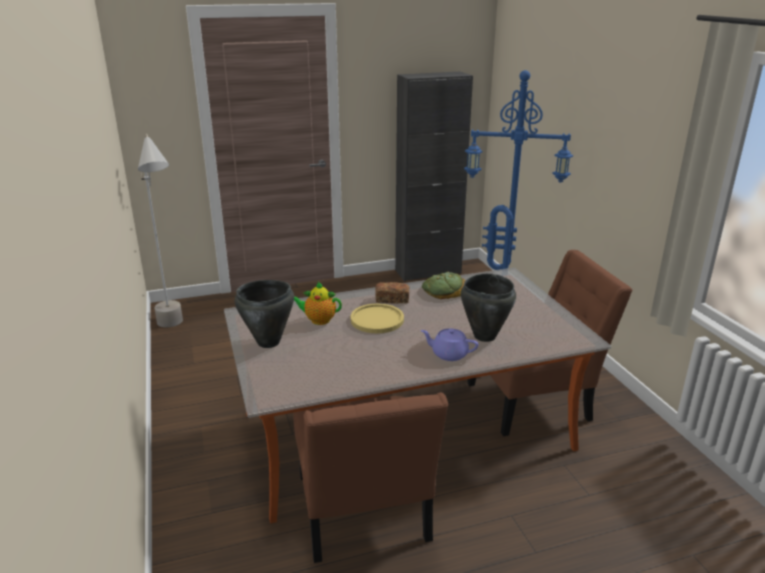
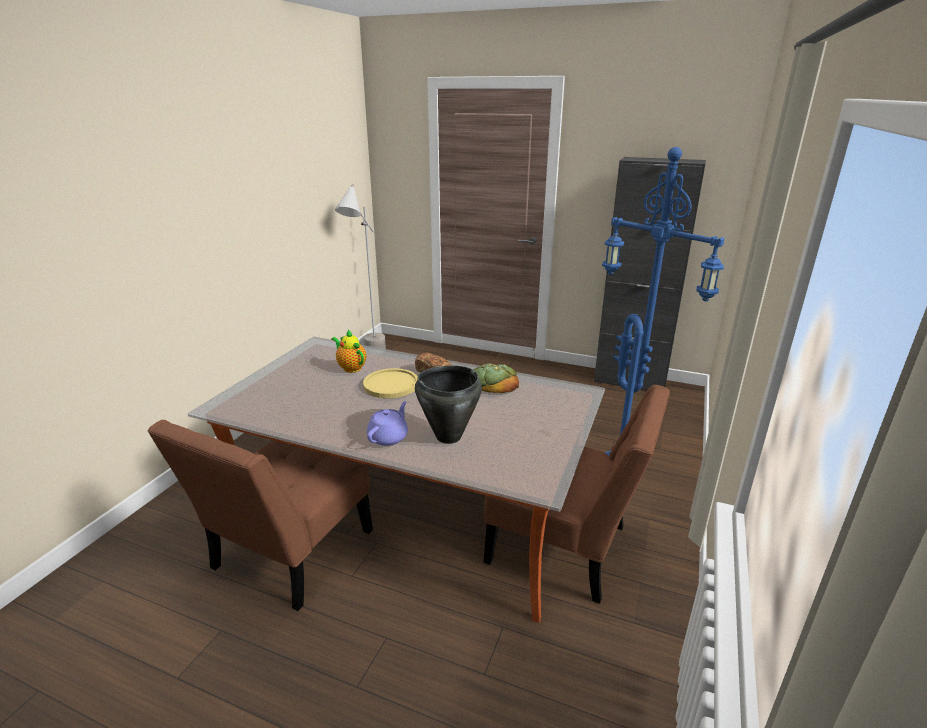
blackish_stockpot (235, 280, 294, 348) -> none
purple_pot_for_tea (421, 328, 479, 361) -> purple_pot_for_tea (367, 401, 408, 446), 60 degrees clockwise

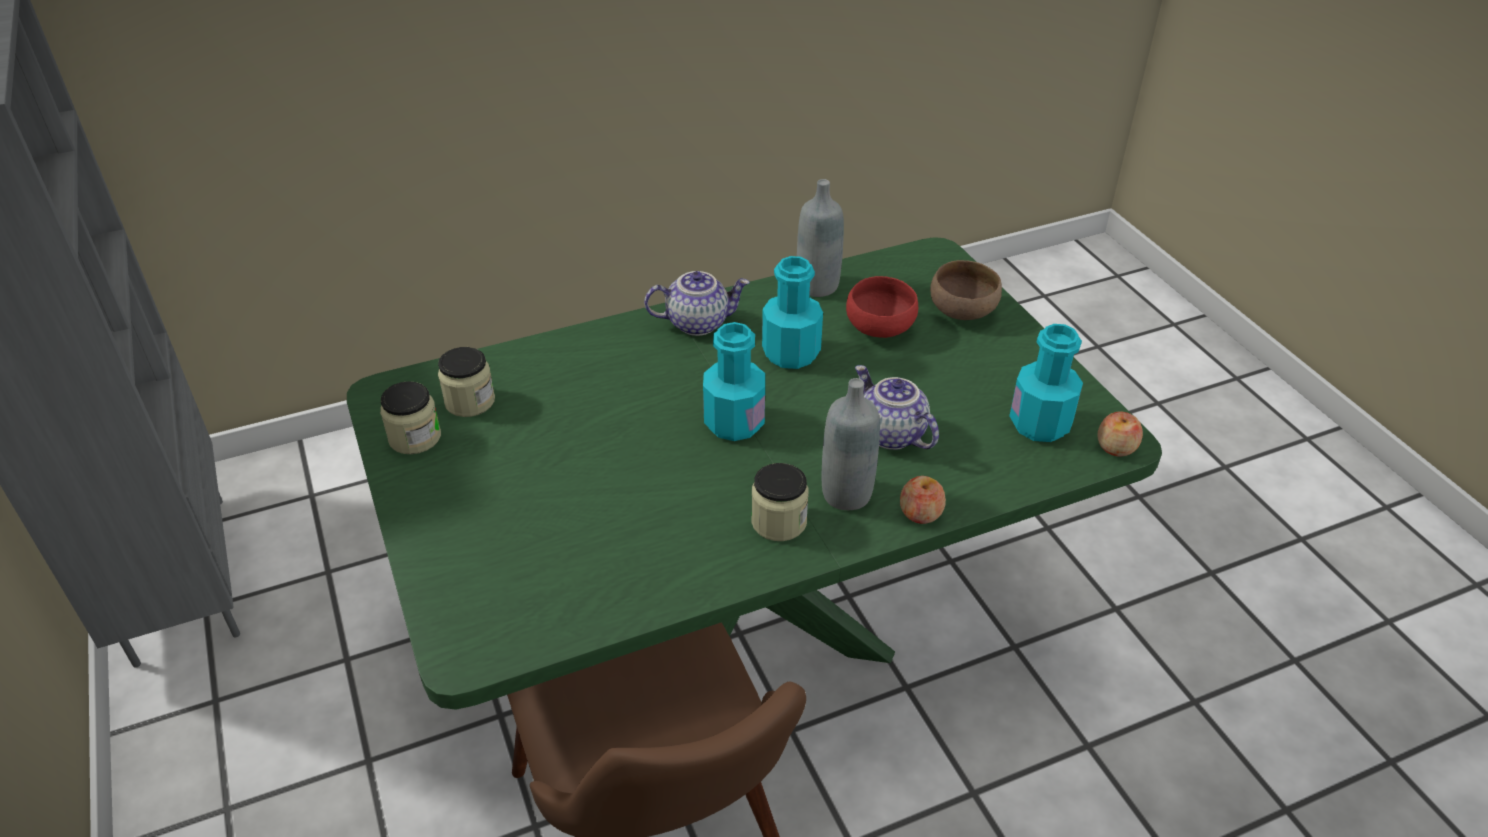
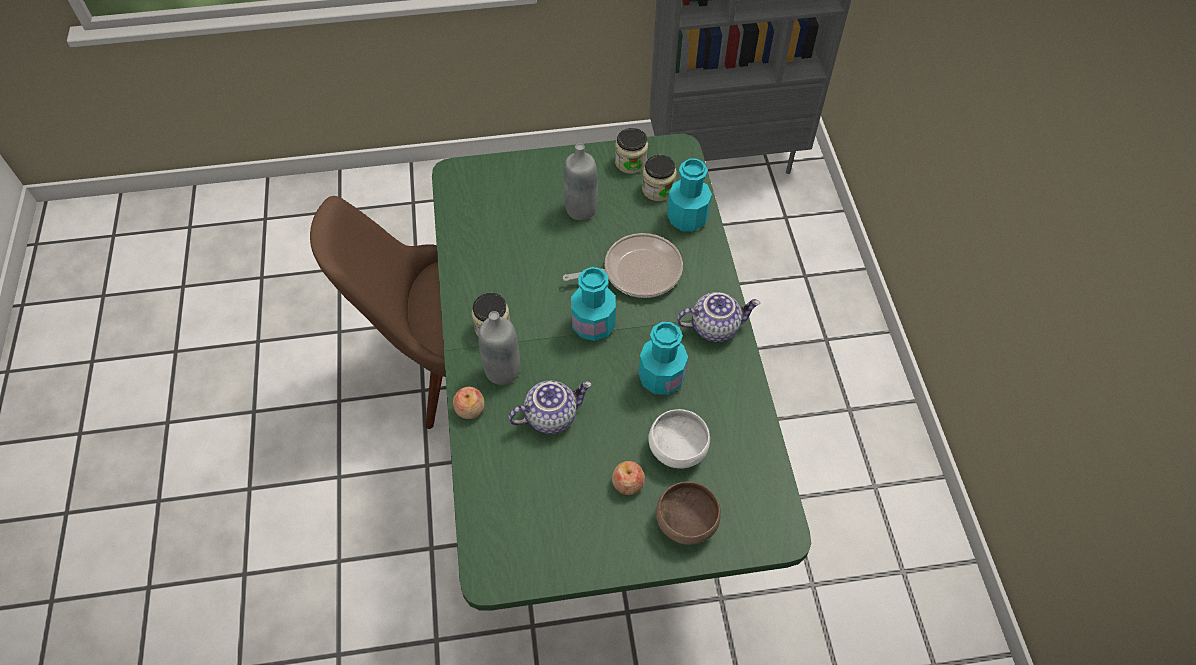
pot_for_tea (644, 271, 750, 336) -> pot_for_tea (677, 292, 760, 342), 105 degrees counterclockwise
greyish_bottle (797, 179, 844, 297) -> greyish_bottle (564, 143, 598, 220), moved
red-coloured_serving_bowl (846, 276, 918, 338) -> white-coloured_serving_bowl (648, 409, 710, 469)
blue-green_bottle (1009, 324, 1083, 442) -> blue-green_bottle (667, 158, 712, 232), moved
apple_fruit (1097, 412, 1143, 457) -> apple_fruit (612, 461, 645, 495), moved
none -> pan (563, 233, 683, 298)

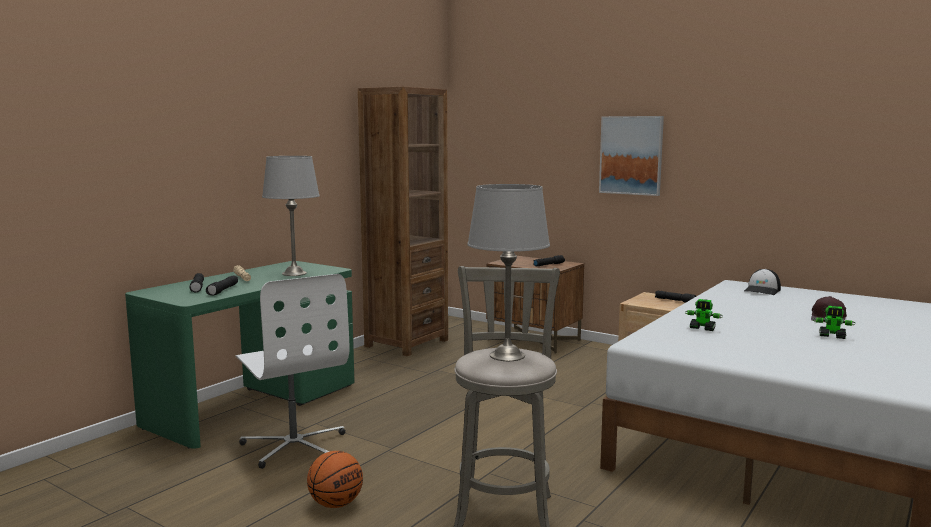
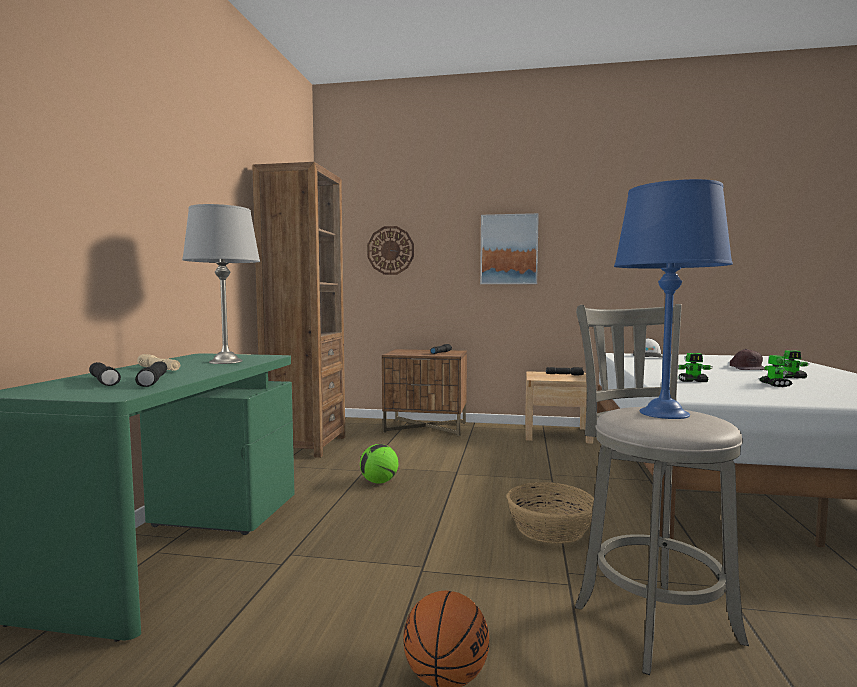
white-coloured_computer_chair (236, 274, 349, 469) -> none
greyish_table_lamp (467, 184, 550, 361) -> bluish_table_lamp (614, 179, 733, 419)
none -> football_ball (360, 444, 398, 484)
none -> clock_on_the_wall (367, 226, 414, 275)
none -> basket (507, 482, 594, 544)
none -> model_robot (759, 355, 792, 387)

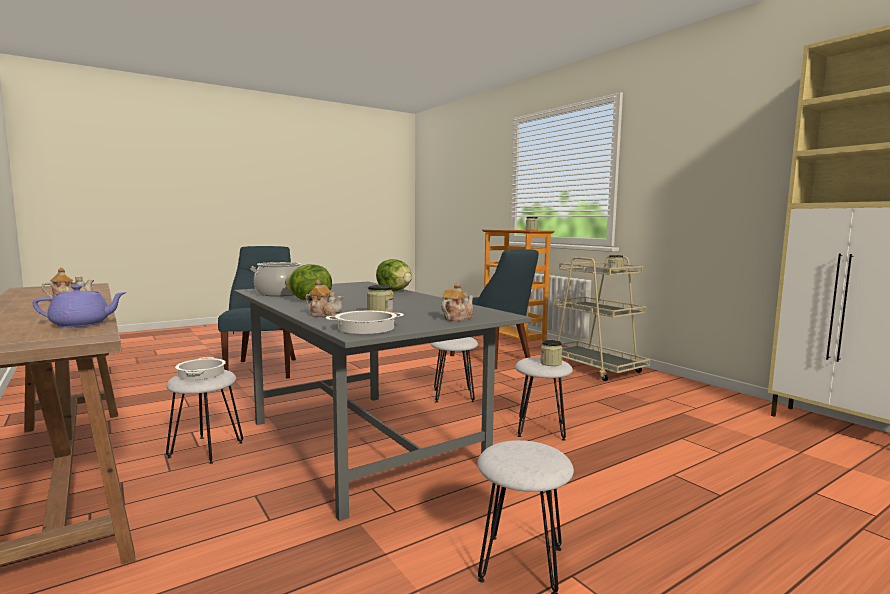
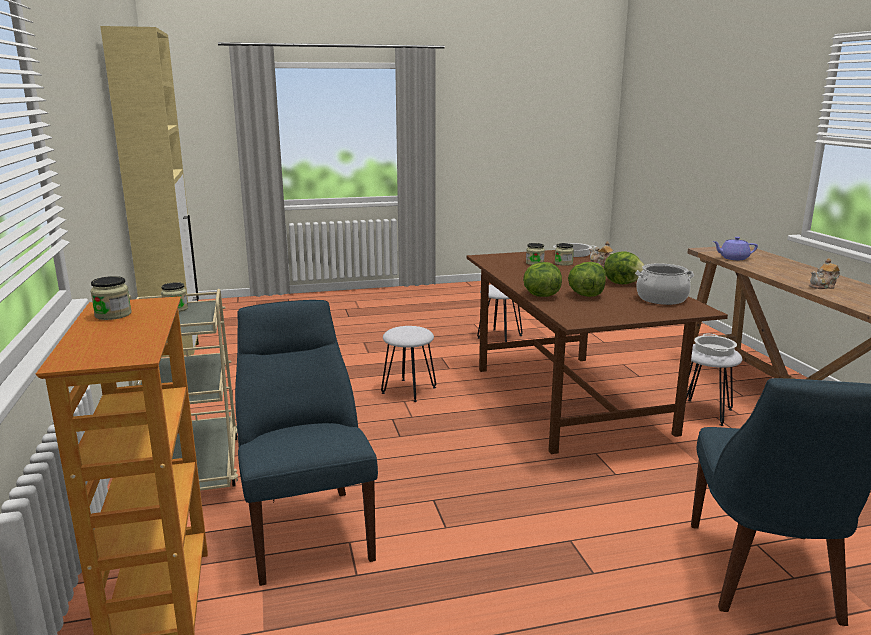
greyish_dinner_table (234, 282, 531, 521) -> brownish_dinner_table (467, 250, 728, 454)
white-coloured_stool (431, 337, 478, 403) -> none
pot_for_tea (441, 283, 474, 321) -> none
jar (540, 340, 562, 366) -> jar (526, 243, 545, 265), moved
none -> lettuce (568, 262, 606, 297)

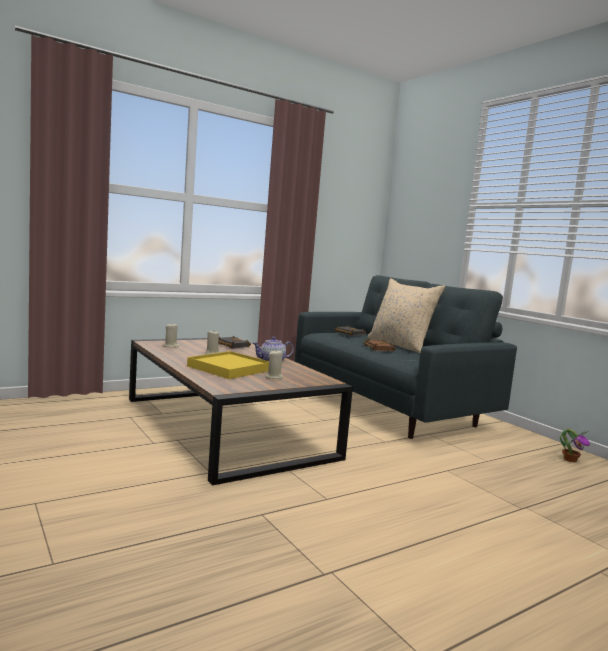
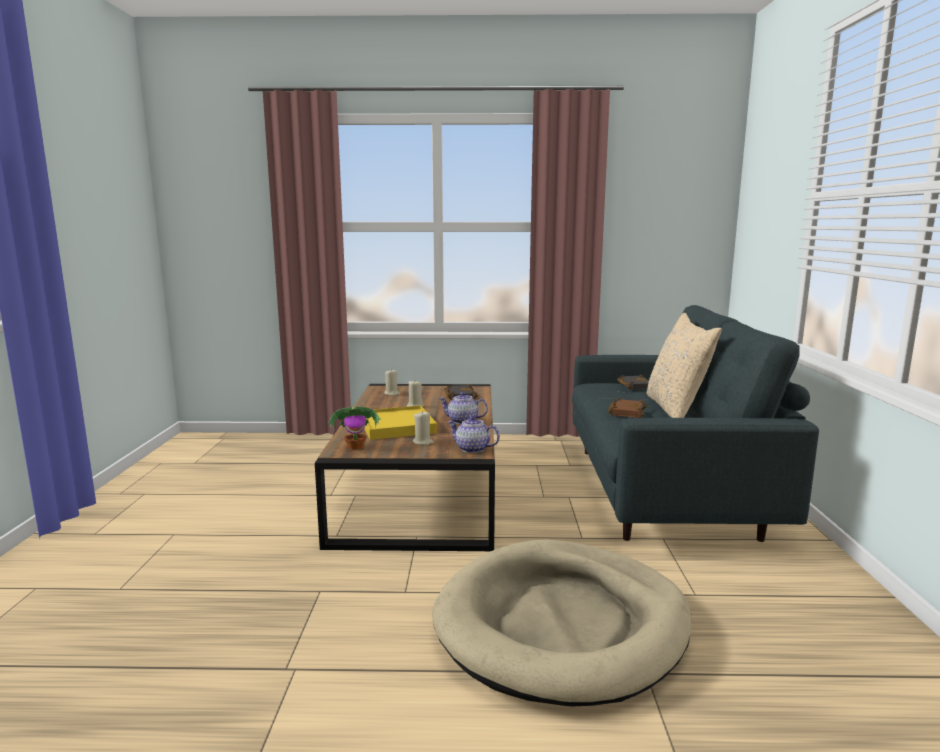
houseplant (560, 428, 590, 462) -> houseplant (328, 406, 381, 450), moved
none -> sand-coloured_dog_bed (432, 540, 691, 706)
none -> pot_for_tea (447, 416, 500, 453)

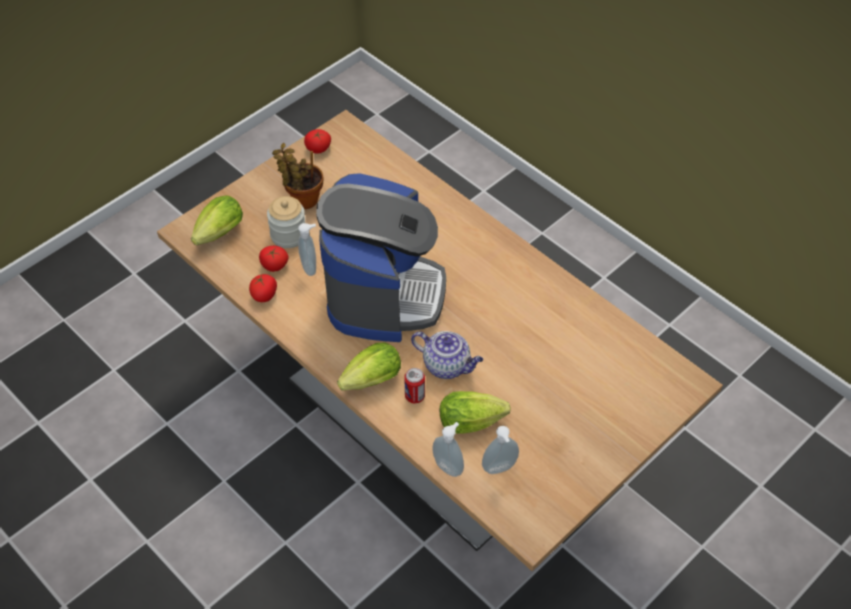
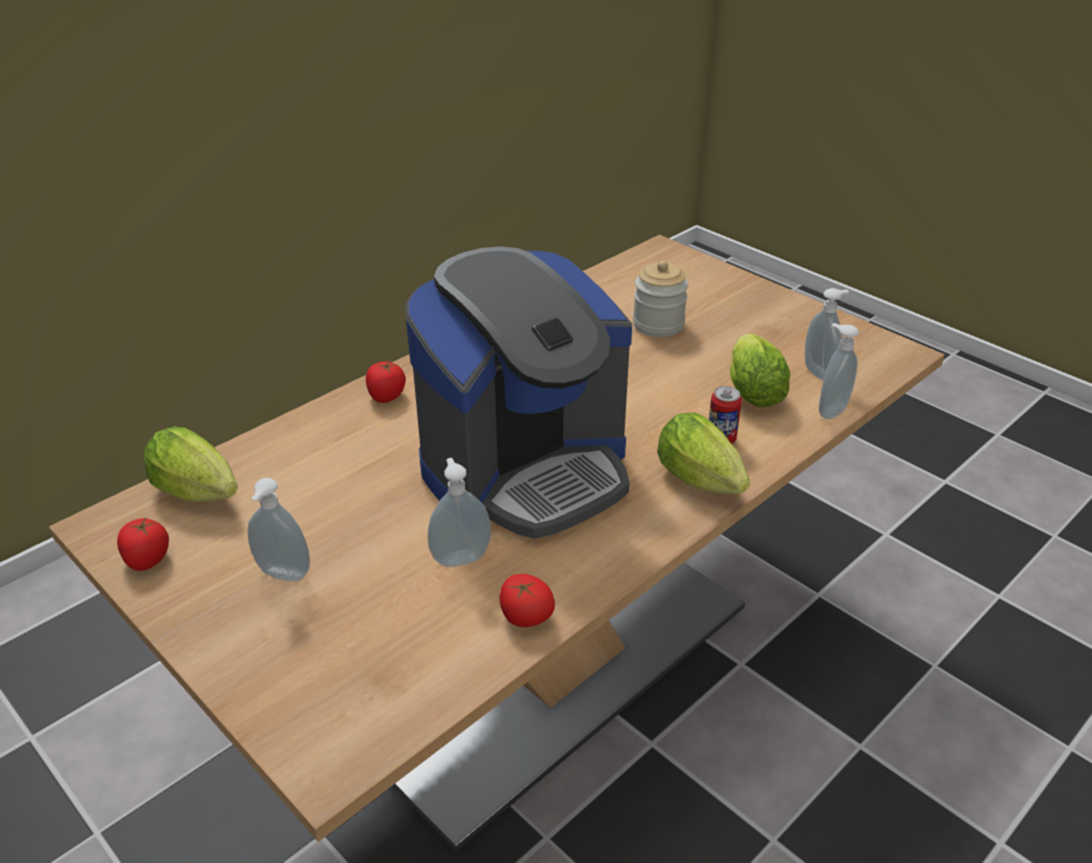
lettuce (191, 195, 243, 245) -> lettuce (143, 426, 238, 502), moved
fresh_tomato (259, 246, 288, 272) -> fresh_tomato (366, 360, 406, 403), moved
jar (267, 196, 305, 248) -> jar (633, 261, 688, 337), moved
houseplant (272, 143, 324, 209) -> soap_bottle (247, 478, 310, 582)
coffee_maker (316, 173, 446, 342) -> coffee_maker (405, 246, 632, 539), 135 degrees clockwise
pot_for_tea (411, 331, 483, 379) -> none

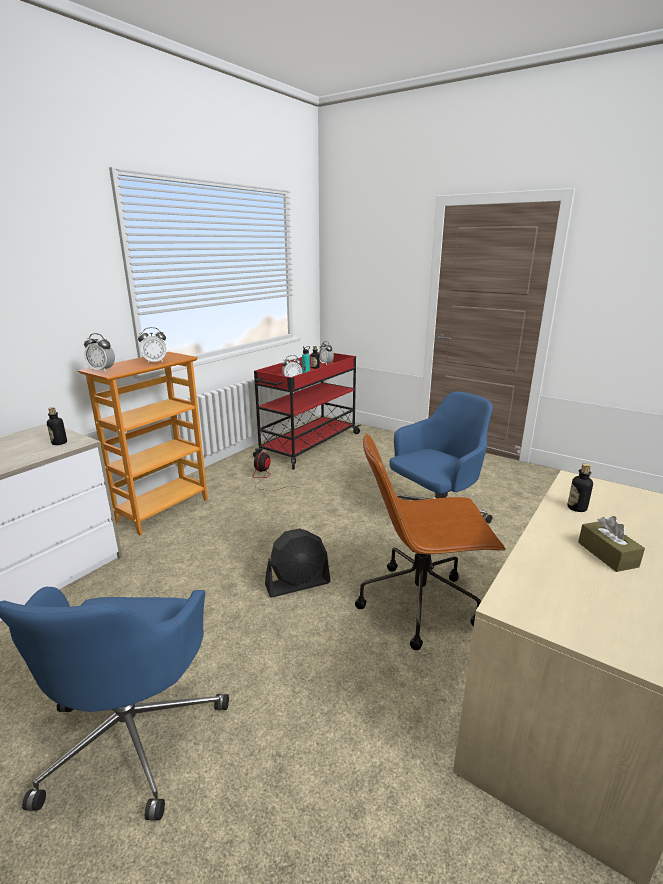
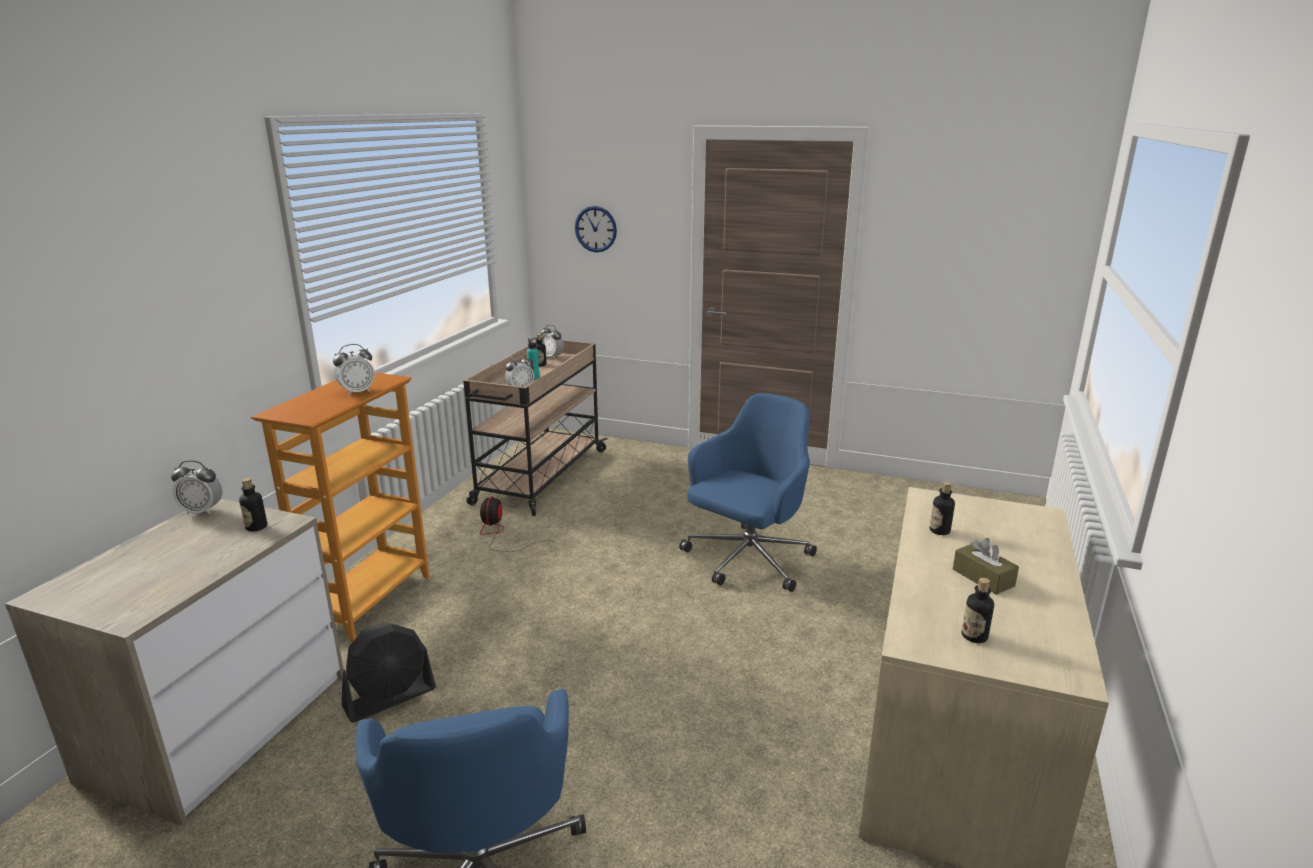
table_clock (84, 333, 115, 372) -> table_clock (171, 460, 222, 515), moved
red-coloured_trolley (253, 352, 362, 470) -> sand-coloured_trolley (463, 340, 608, 516)
blackish_fan (265, 528, 331, 597) -> blackish_fan (342, 622, 436, 723), moved
brownish_computer_chair (355, 433, 506, 650) -> none
none -> clock_on_the_wall (575, 206, 617, 252)
none -> bottle (962, 578, 994, 643)

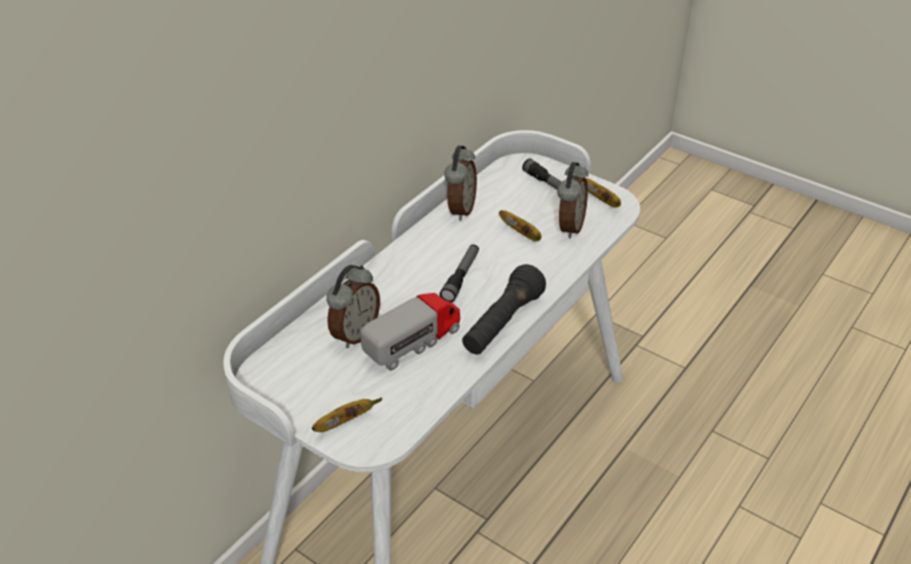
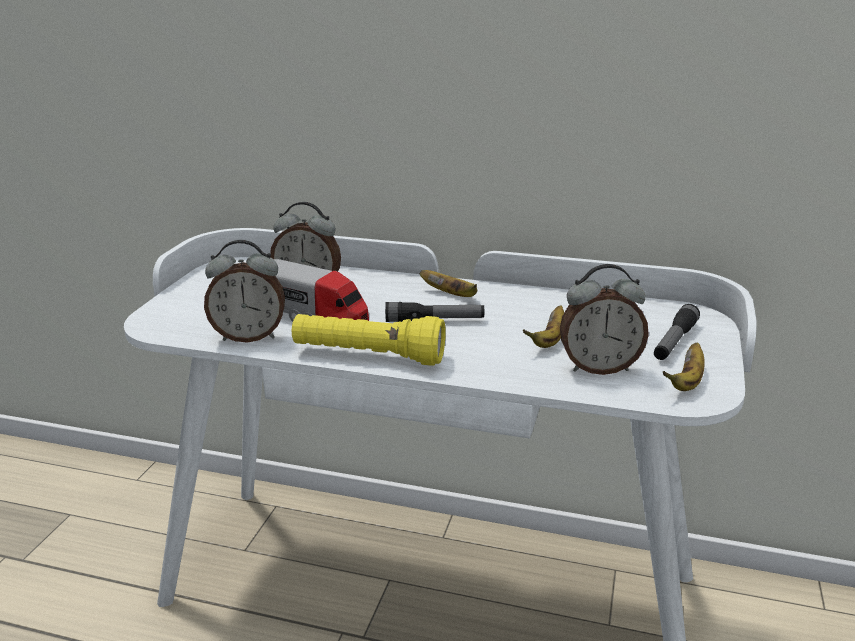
banana (312, 398, 382, 432) -> banana (419, 270, 477, 297), moved
table_clock (444, 146, 477, 221) -> table_clock (204, 240, 285, 343), moved
blackish_torch (462, 264, 546, 354) -> yellowish_torch (292, 314, 446, 366)

